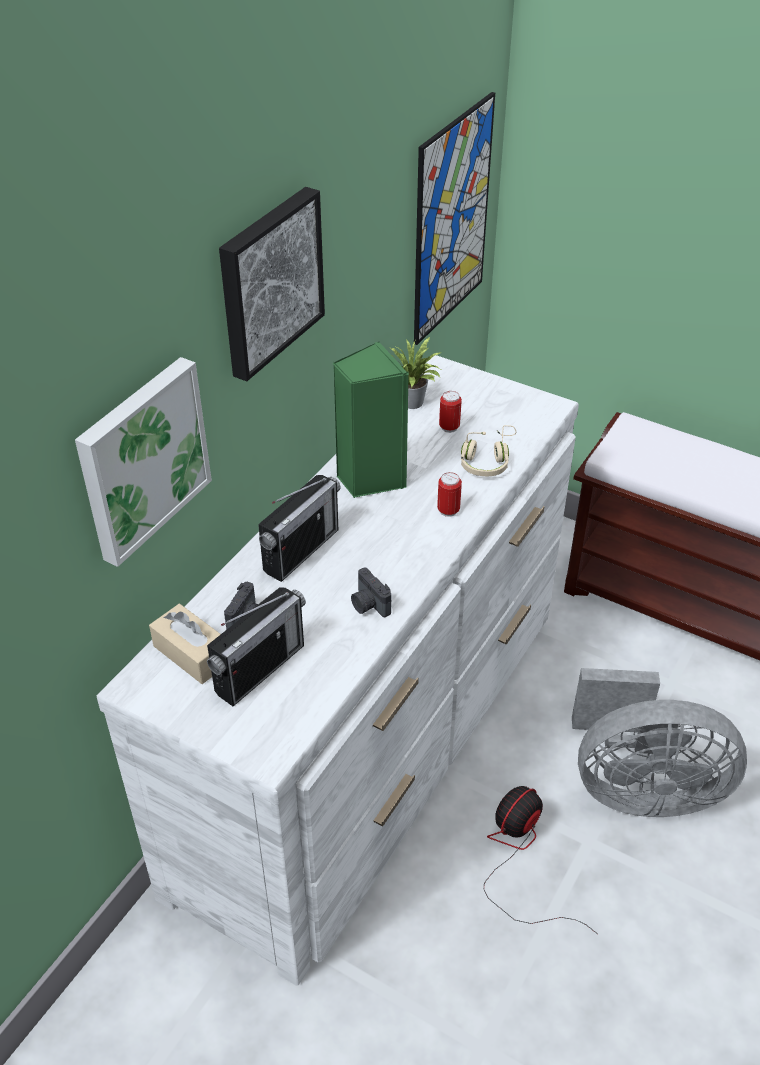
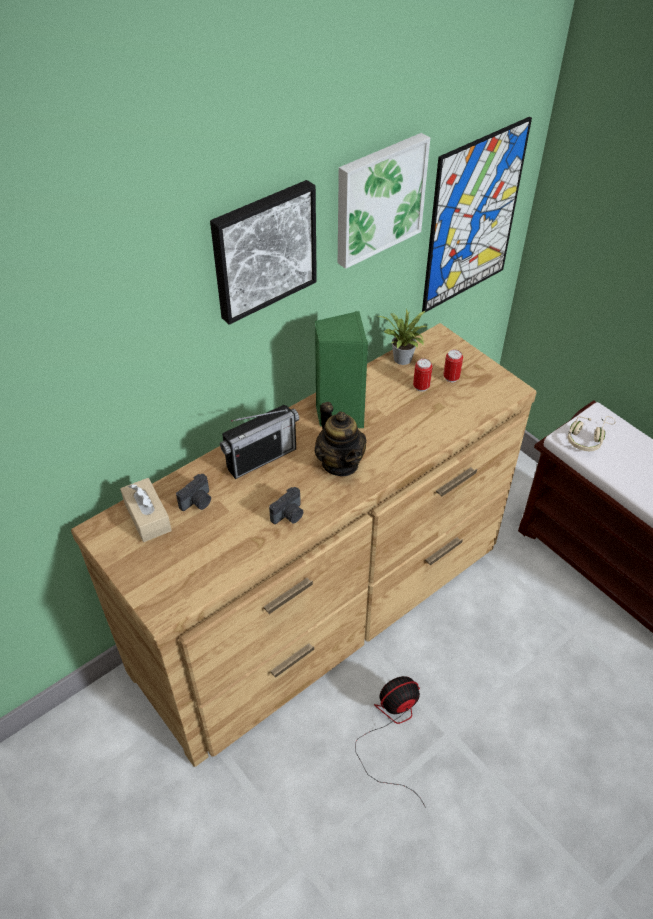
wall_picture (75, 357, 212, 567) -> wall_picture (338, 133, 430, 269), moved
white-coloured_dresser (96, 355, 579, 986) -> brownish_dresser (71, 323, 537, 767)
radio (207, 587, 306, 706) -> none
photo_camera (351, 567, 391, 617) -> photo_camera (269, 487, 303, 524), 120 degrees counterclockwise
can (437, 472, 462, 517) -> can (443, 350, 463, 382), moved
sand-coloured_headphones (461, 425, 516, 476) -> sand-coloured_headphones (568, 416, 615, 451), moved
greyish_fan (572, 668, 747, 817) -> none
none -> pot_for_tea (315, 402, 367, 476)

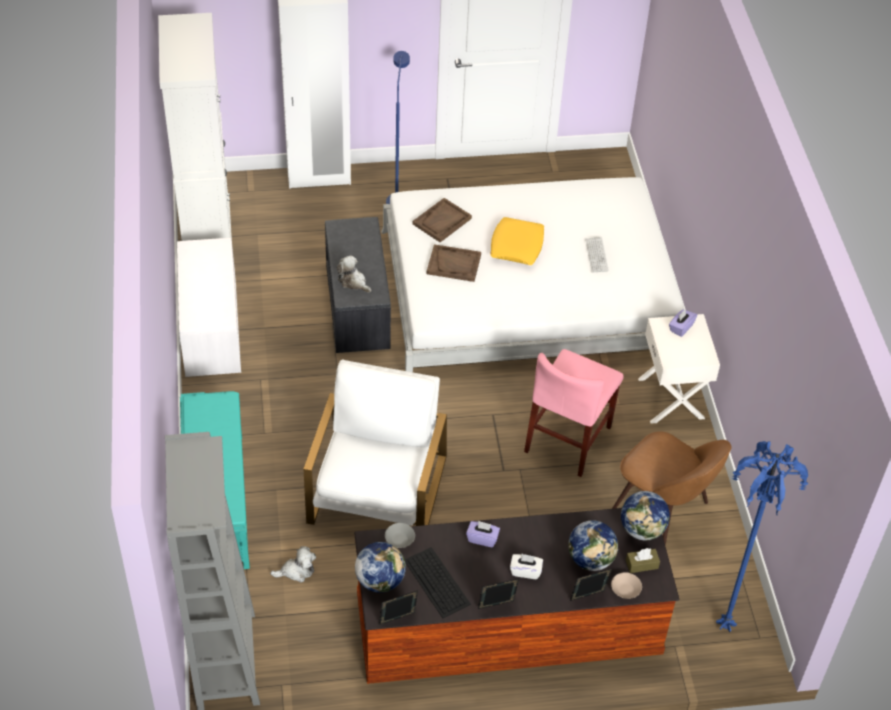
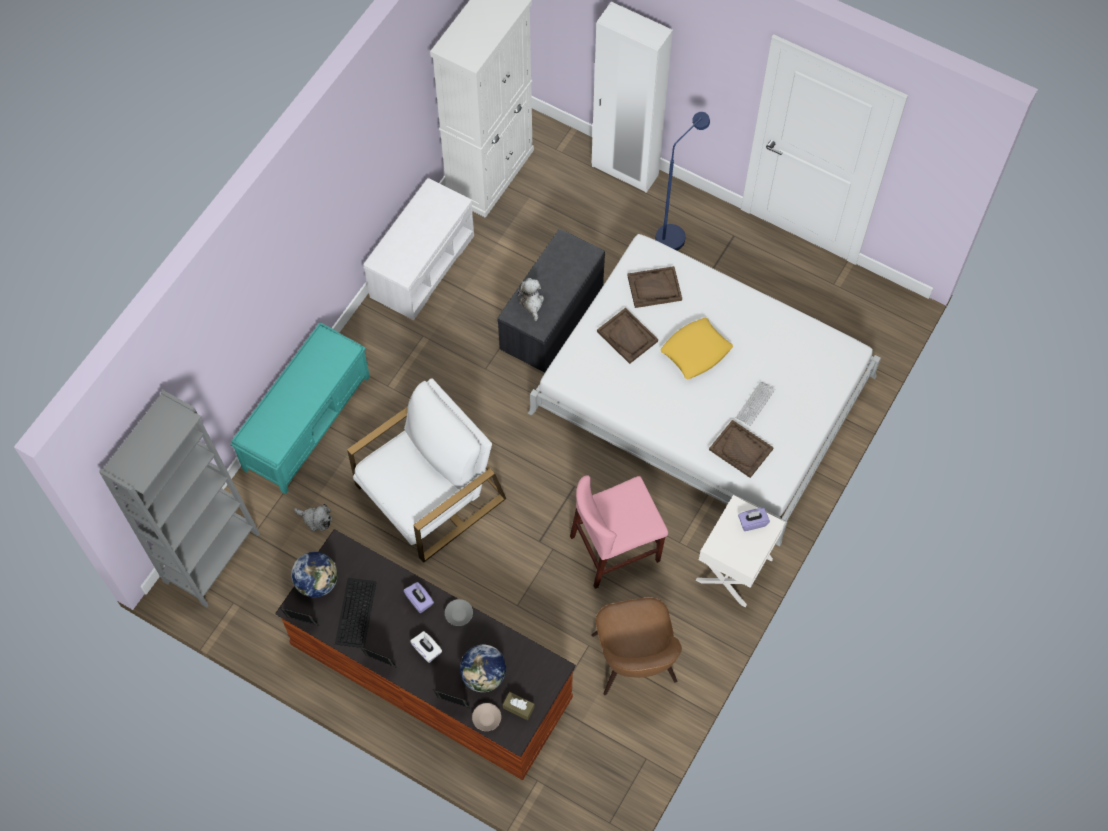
greyish_serving_bowl (385, 523, 415, 548) -> greyish_serving_bowl (445, 599, 473, 626), moved
world_globe (621, 491, 670, 540) -> none
bluish_standard_lamp (716, 441, 808, 632) -> none
none -> brownish_tray (709, 420, 774, 478)

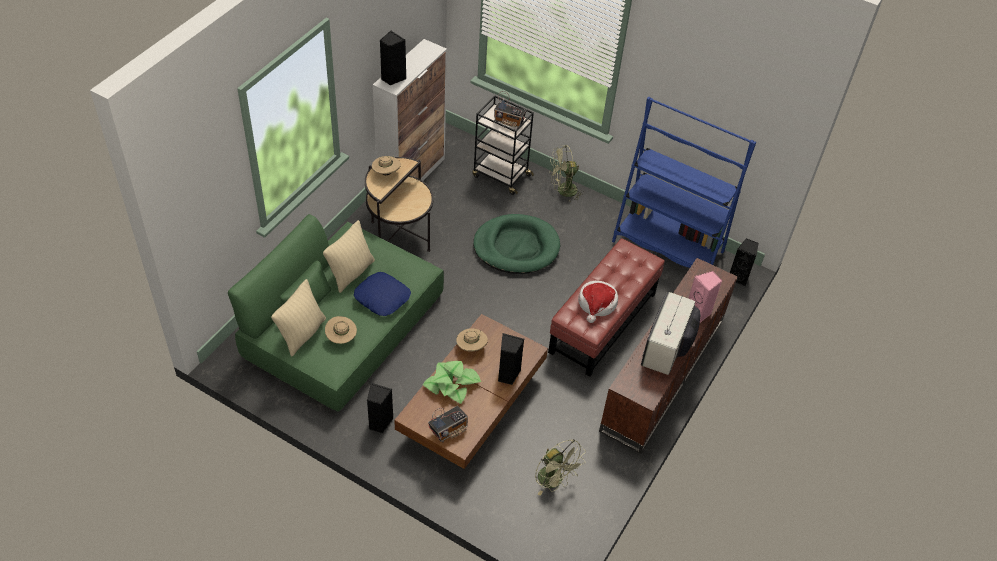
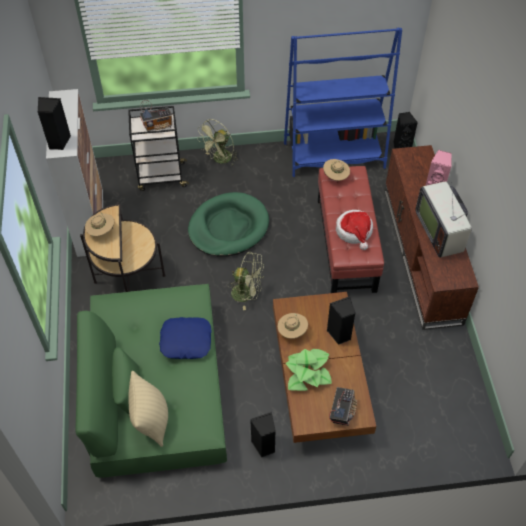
sand-coloured_pillow (323, 220, 375, 293) -> none
sand-coloured_wearable_hat (325, 316, 357, 344) -> sand-coloured_wearable_hat (323, 159, 350, 181), moved
greenish_fan (535, 439, 586, 496) -> greenish_fan (227, 251, 264, 310), moved

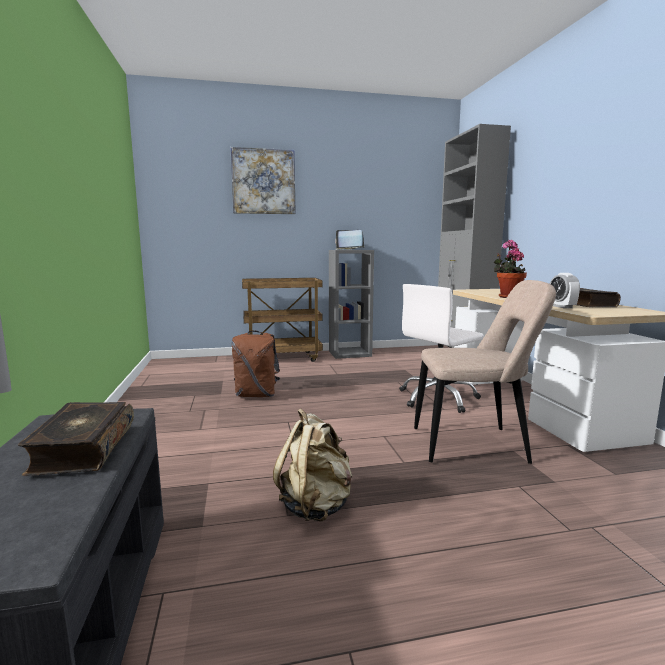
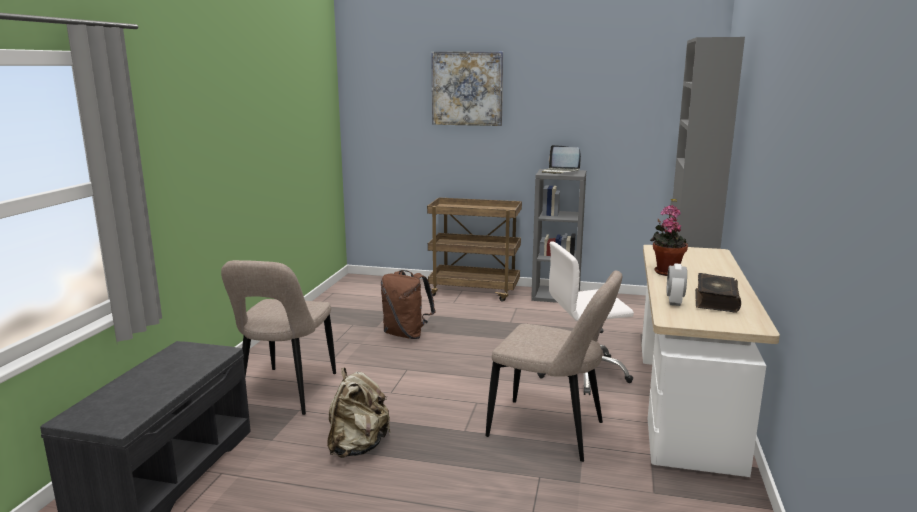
book (18, 402, 134, 476) -> none
none -> sand-coloured_plain_chair (221, 260, 336, 415)

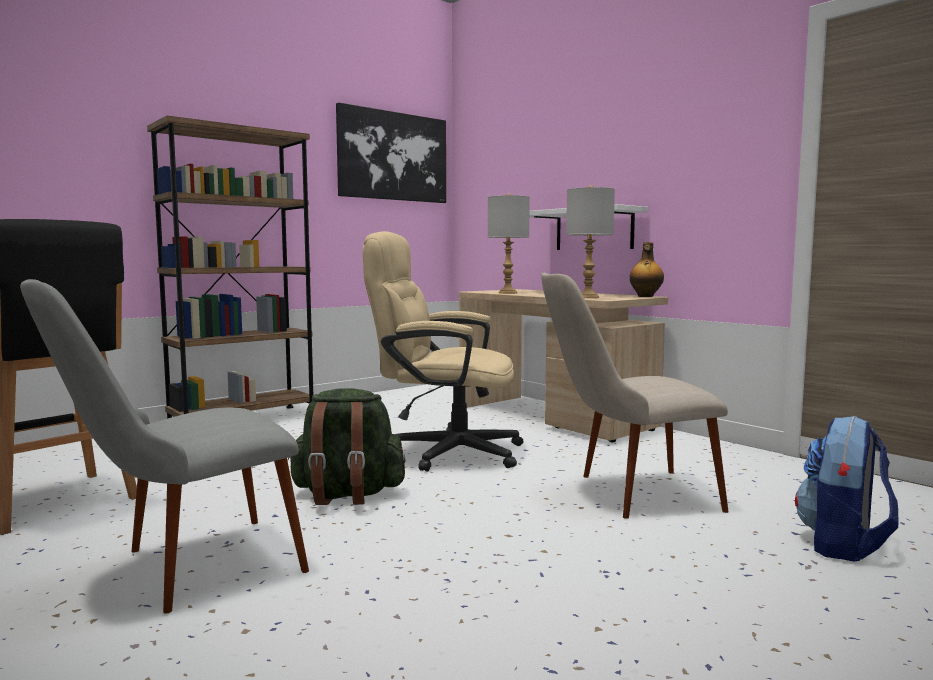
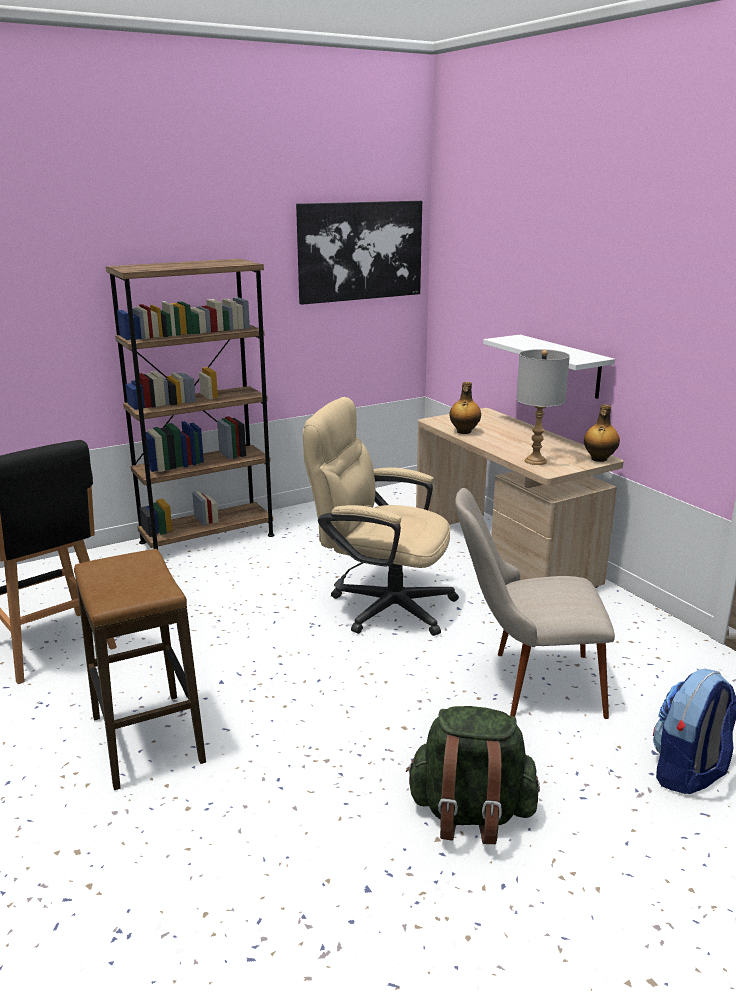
greyish_plain_chair (20, 279, 309, 613) -> stool (74, 549, 206, 790)
greenish_knapsack (288, 388, 406, 505) -> greenish_knapsack (406, 706, 540, 844), moved
greyish_table_lamp (488, 193, 530, 294) -> bottle (449, 382, 481, 434)

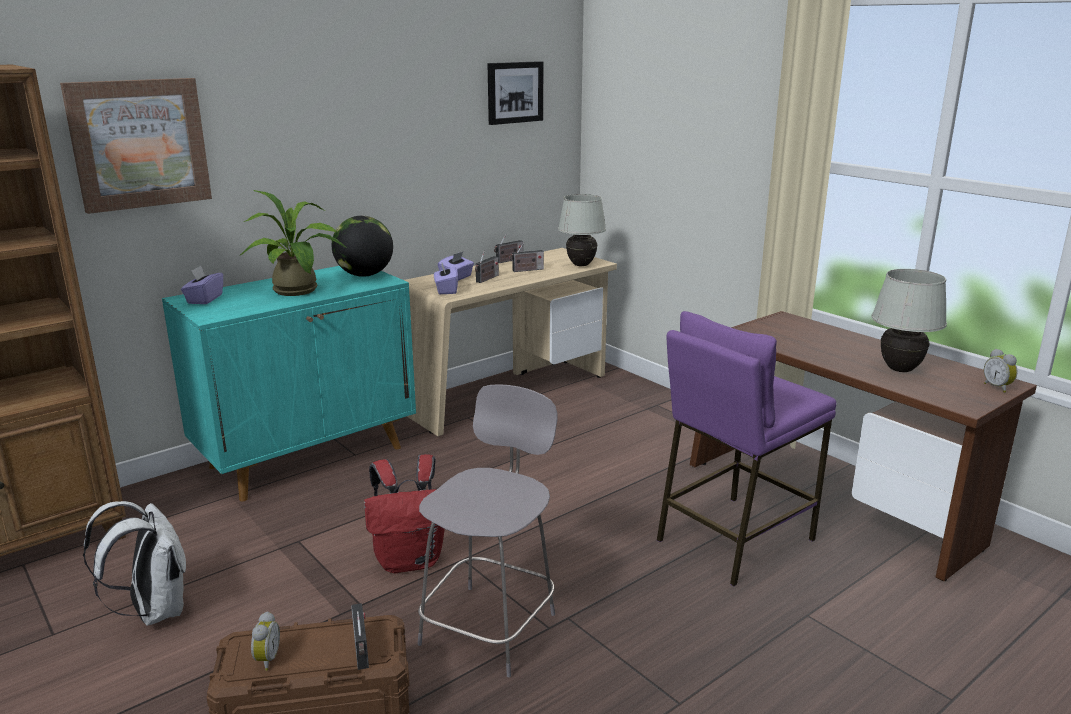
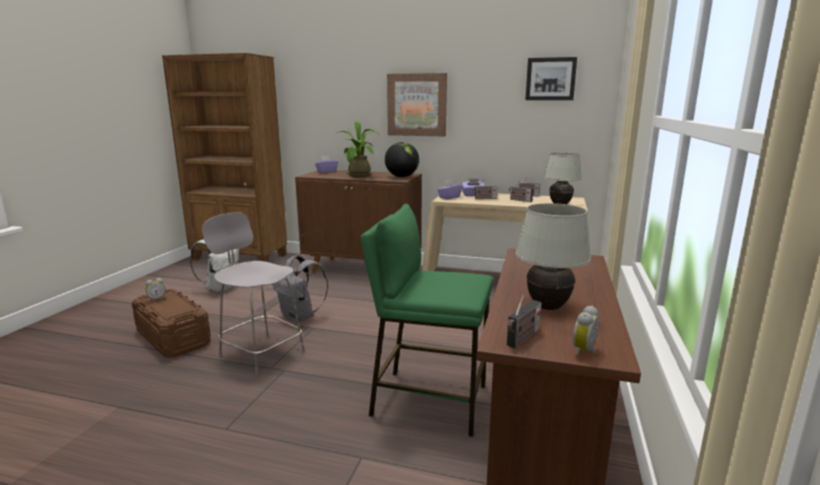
wall_picture (60, 78, 212, 214) -> wall_picture (387, 73, 447, 136), moved
blue-green_cupboard (162, 266, 416, 501) -> brownish_cupboard (295, 170, 422, 273)
radio (351, 603, 369, 670) -> radio (507, 295, 542, 348), moved
red-coloured_knapsack (364, 454, 445, 573) -> greyish_knapsack (272, 256, 328, 323)
greyish_plain_chair (418, 384, 557, 677) -> greyish_plain_chair (202, 212, 305, 376), 135 degrees counterclockwise
purple_stool (657, 311, 836, 586) -> greenish_stool (360, 204, 493, 437)

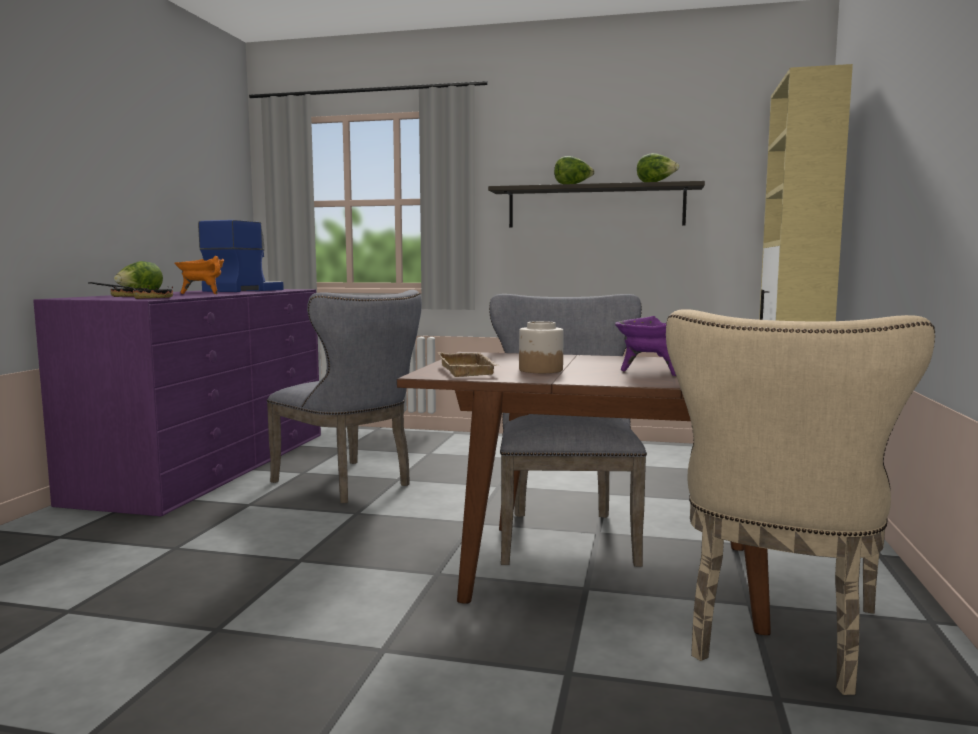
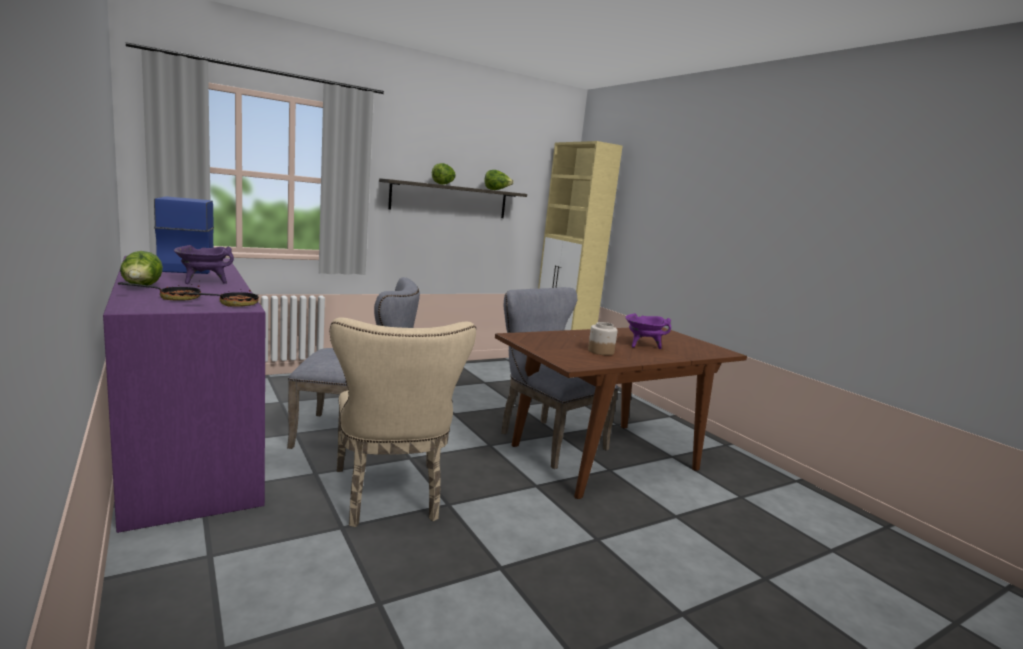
orange_stockpot (174, 256, 224, 294) -> purple_stockpot (174, 245, 234, 284)
sand-coloured_tray (438, 352, 499, 377) -> none
sand-coloured_plain_chair (666, 309, 935, 695) -> sand-coloured_plain_chair (330, 318, 476, 527), moved

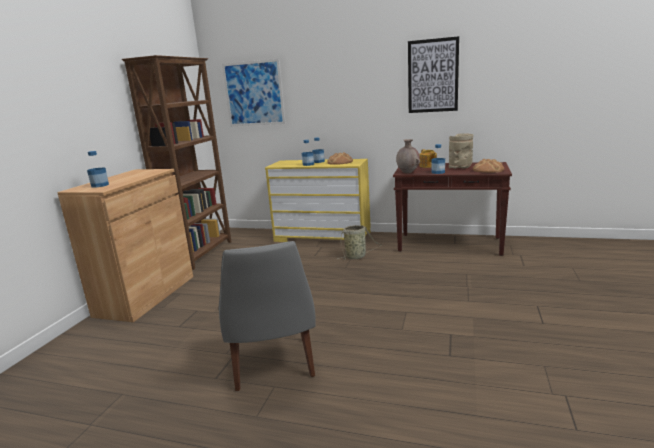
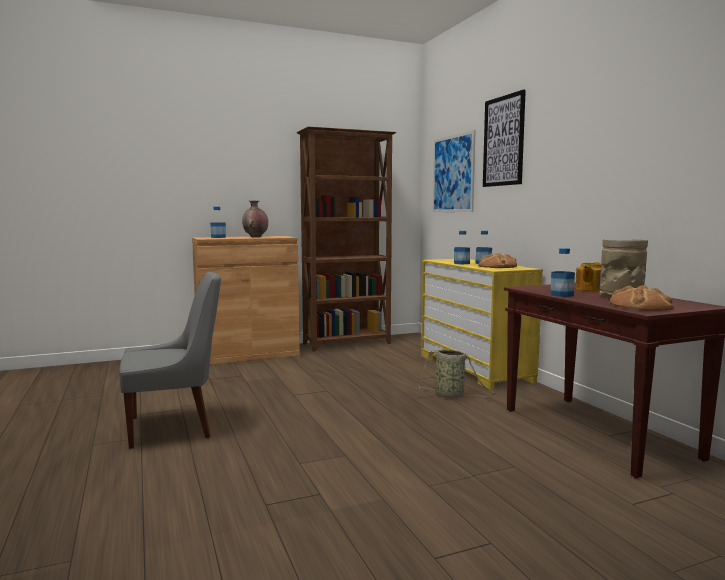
greyish_plain_chair (218, 241, 316, 391) -> greyish_plain_chair (119, 272, 221, 449), 150 degrees counterclockwise
brownish_decorative_vase (396, 139, 420, 173) -> brownish_decorative_vase (242, 201, 268, 237), moved
wall_picture (408, 36, 459, 113) -> wall_picture (483, 90, 526, 187), moved

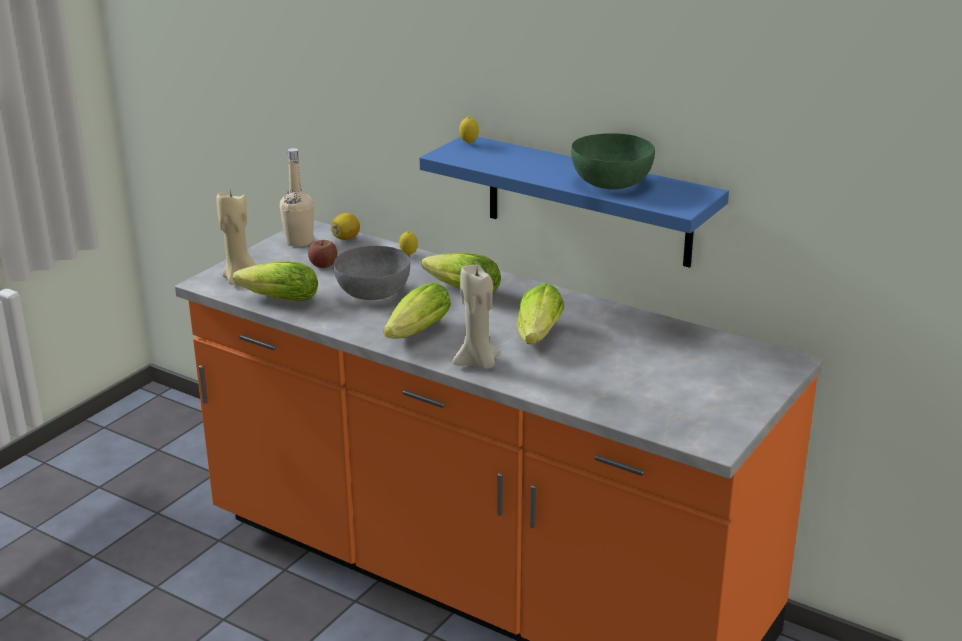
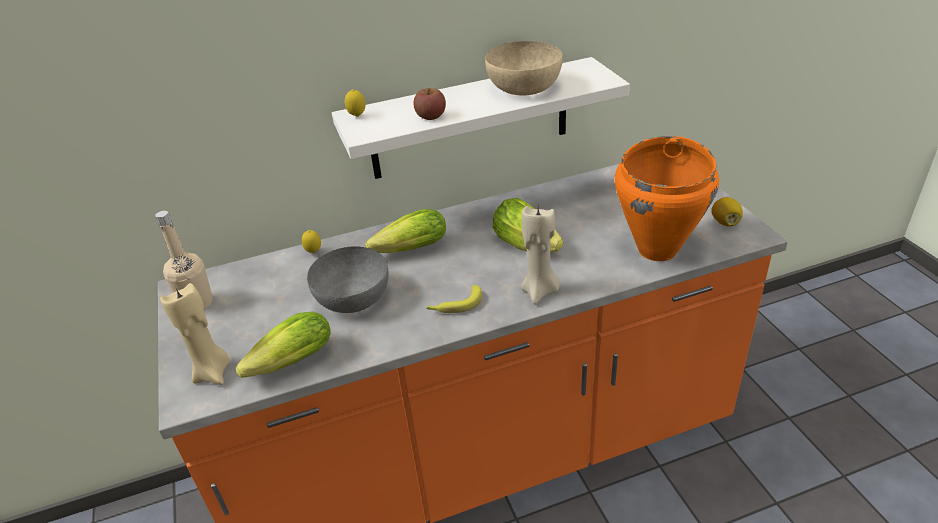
apple_fruit (308, 240, 337, 268) -> apple_fruit (413, 88, 446, 120), moved
whole_lemon (331, 213, 360, 240) -> whole_lemon (711, 197, 743, 226), moved
lettuce (383, 283, 451, 339) -> banana (426, 285, 482, 313)
bluish_shelf (419, 137, 729, 268) -> white-coloured_shelf (332, 57, 630, 179)
greenish_serving_bowl (571, 133, 655, 189) -> sand-coloured_serving_bowl (485, 41, 563, 96)
none -> orange_stockpot (615, 136, 719, 261)

